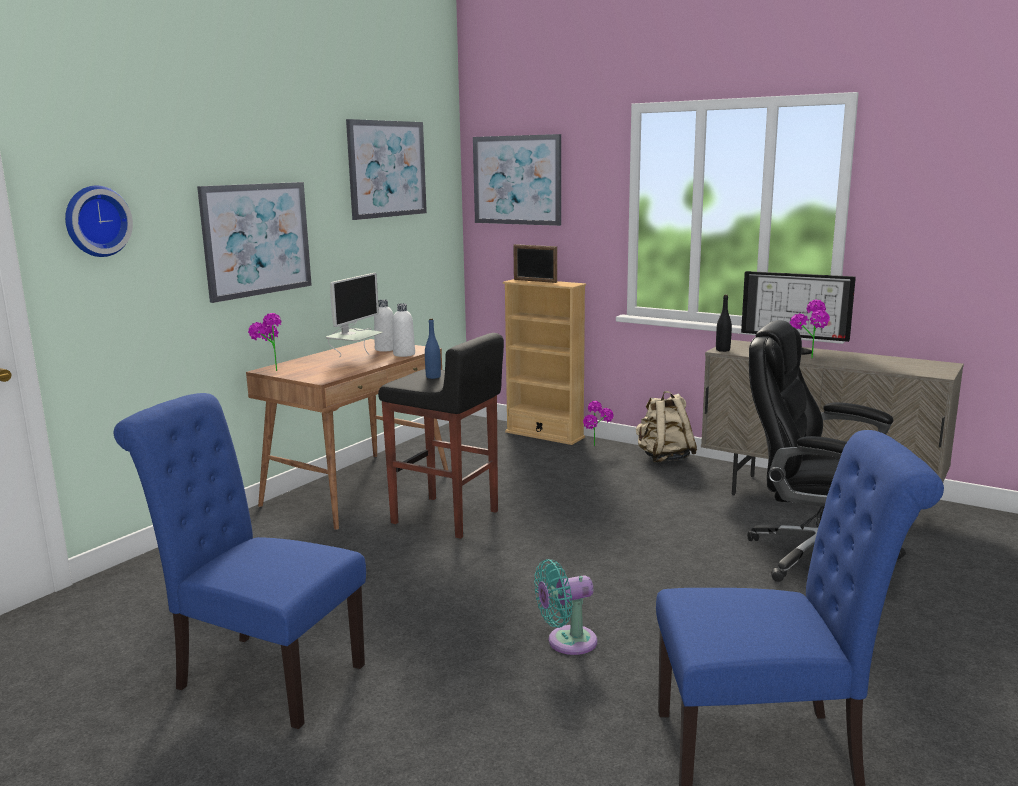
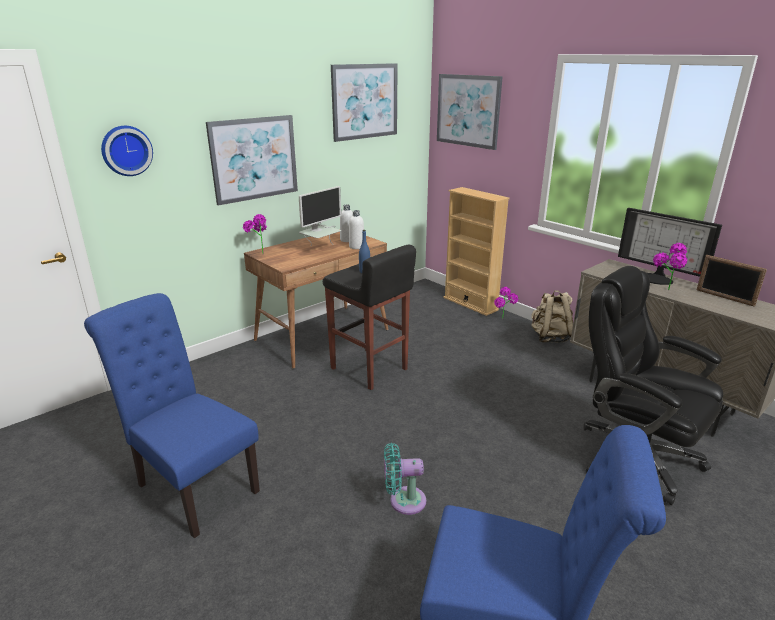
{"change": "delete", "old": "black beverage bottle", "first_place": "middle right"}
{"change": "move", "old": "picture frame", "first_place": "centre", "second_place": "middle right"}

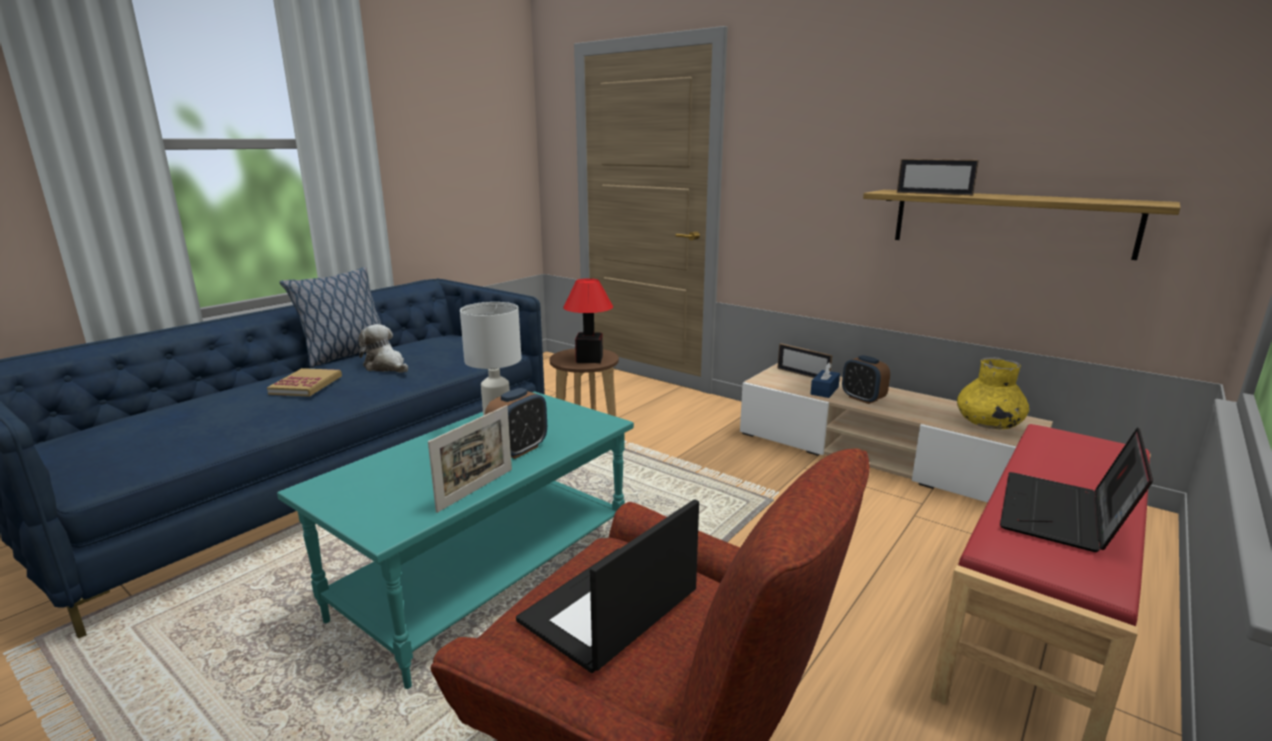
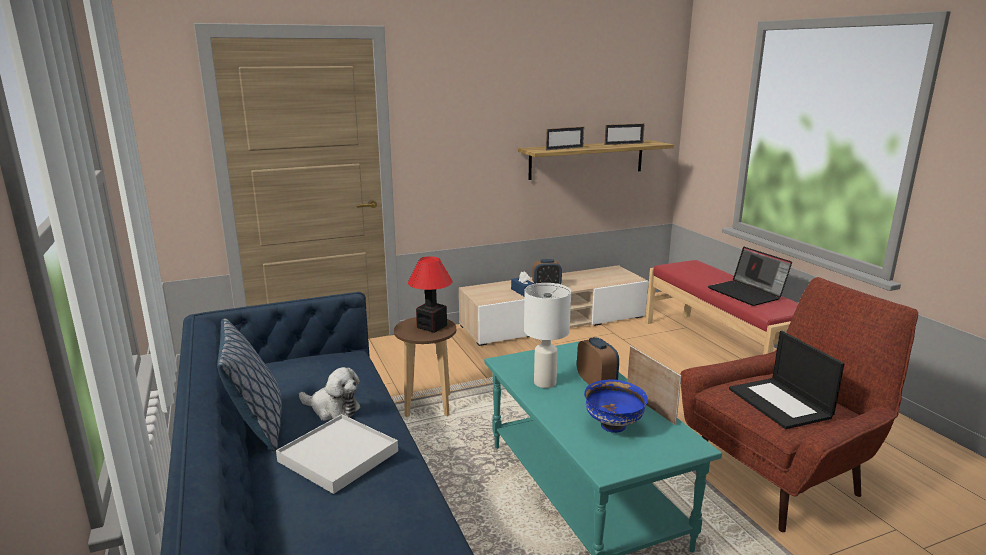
{"change": "delete", "old": "yellow vase", "first_place": "middle right"}
{"change": "insert", "new": "bluish serving bowl", "second_place": "bottom centre"}
{"change": "move", "old": "picture frame (2nd from left)", "first_place": "centre", "second_place": "top centre"}
{"change": "replace", "old": "volume", "new": "whitish carrying tray", "first_place": "middle left", "second_place": "bottom centre"}
{"change": "rotate", "old": "plush toy", "first_place": "middle left", "second_place": "bottom centre", "degrees": -135}

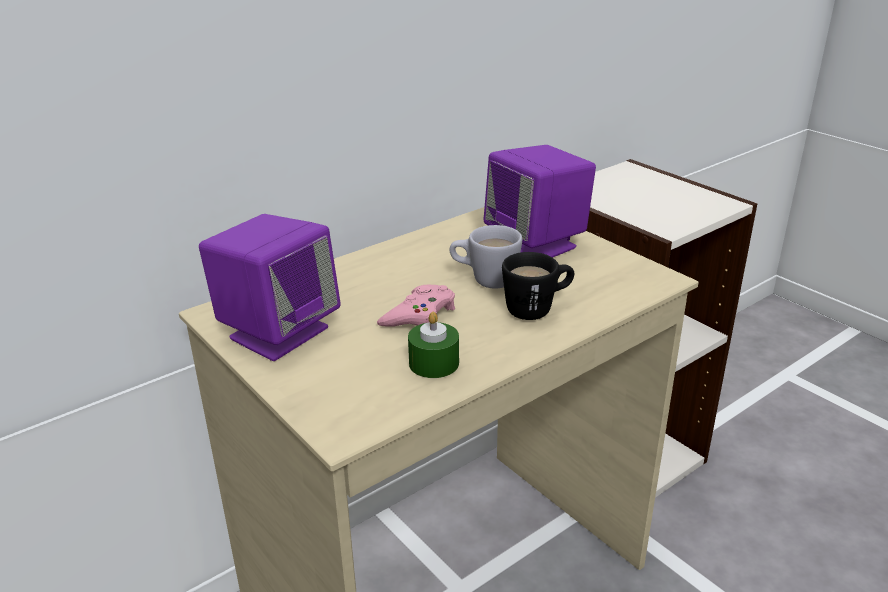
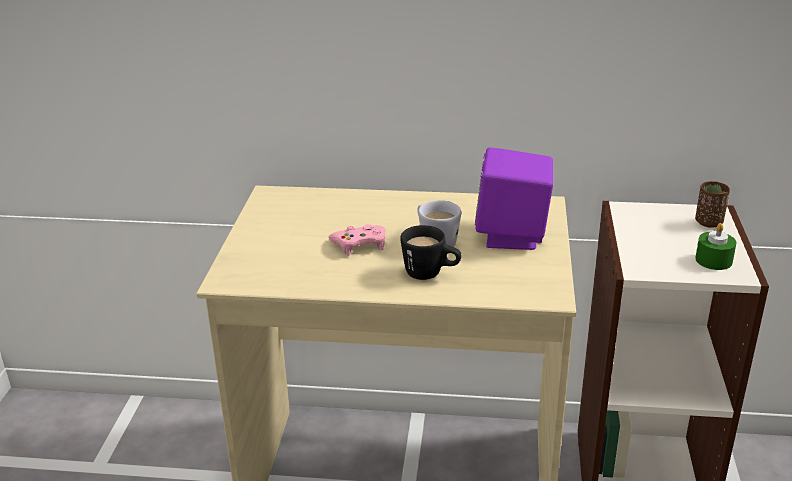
{"change": "delete", "old": "purplish loudspeaker (1st from left)", "first_place": "middle left"}
{"change": "insert", "new": "brown cup", "second_place": "middle right"}
{"change": "move", "old": "green-coloured wax candle", "first_place": "centre", "second_place": "middle right"}

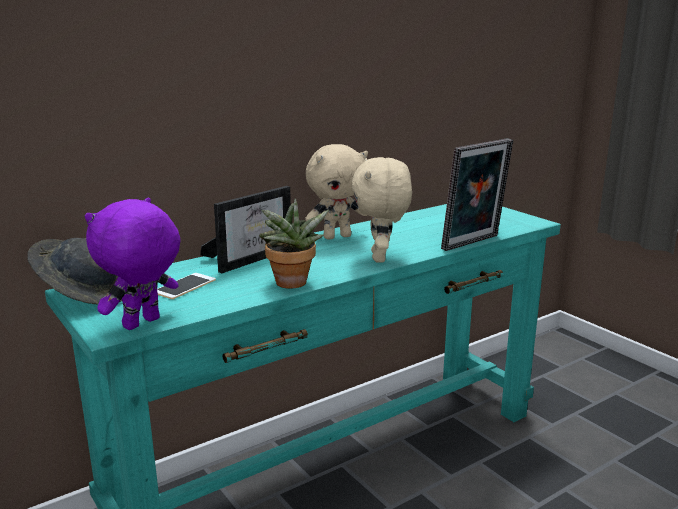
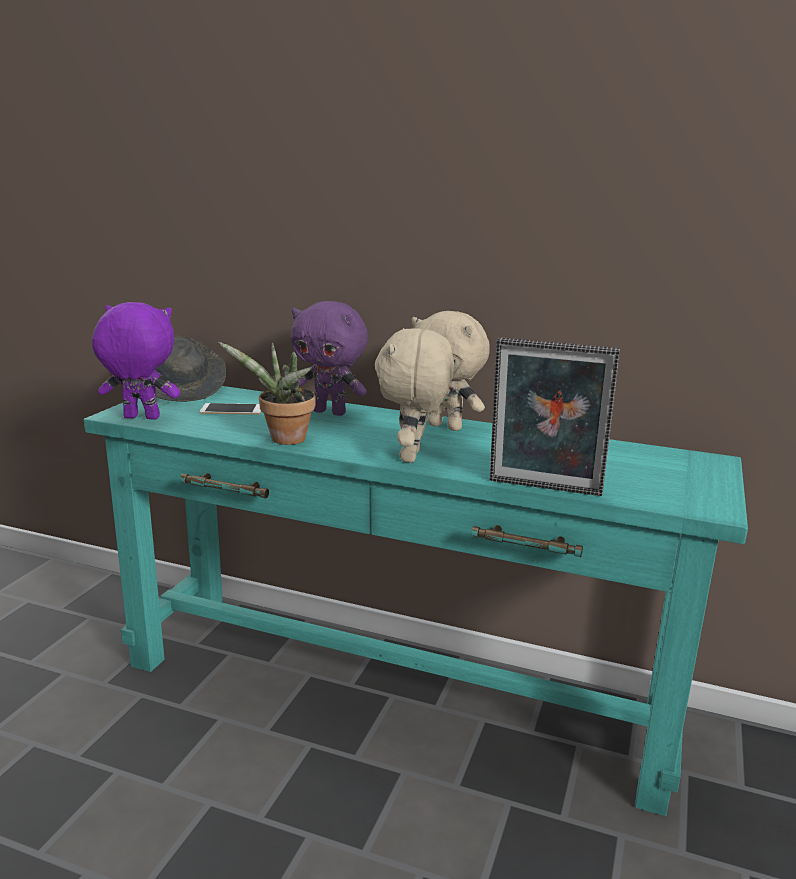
{"change": "replace", "old": "picture frame (1st from left)", "new": "purplish plush toy (2nd from left)", "first_place": "centre", "second_place": "centre"}
{"change": "rotate", "old": "sand-coloured plush toy (2nd from left in the first image)", "first_place": "centre", "second_place": "centre", "degrees": -45}

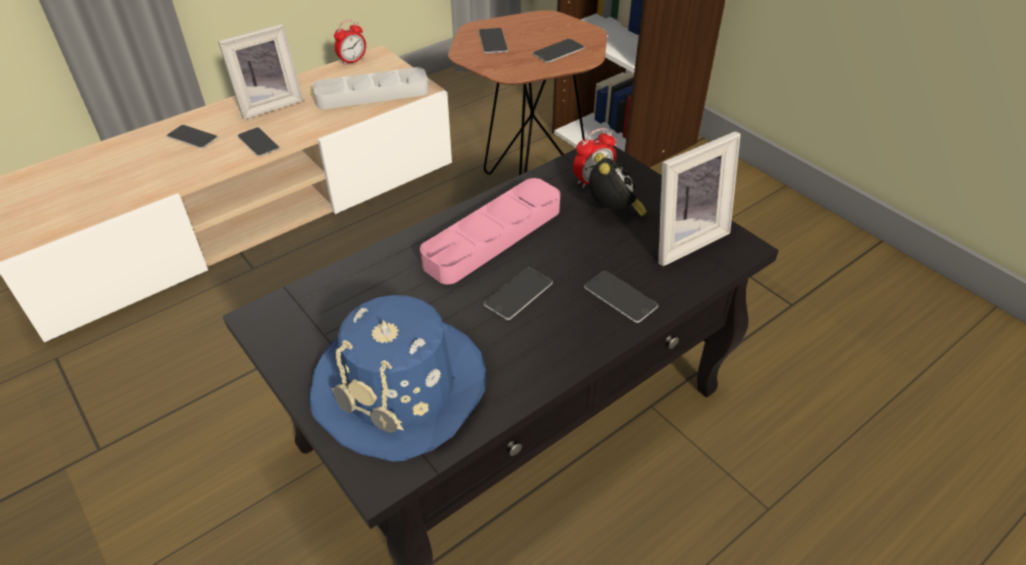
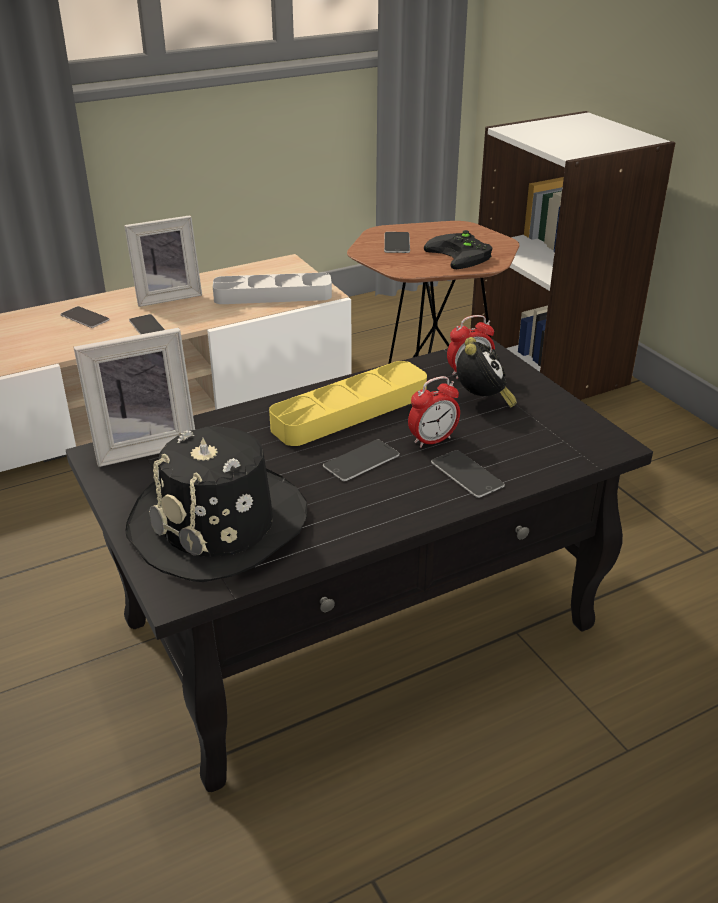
{"change": "move", "old": "table clock (1st from left)", "first_place": "top centre", "second_place": "centre"}
{"change": "move", "old": "picture frame (2nd from left in the first image)", "new": "picture frame (1st from left)", "first_place": "middle right", "second_place": "middle left"}
{"change": "replace", "old": "phone (5th from left)", "new": "black game controller", "first_place": "top centre", "second_place": "top centre"}
{"change": "recolor", "old": "bluish wearable hat", "new": "black wearable hat", "first_place": "bottom centre", "second_place": "middle left"}
{"change": "recolor", "old": "pinkish carrying tray", "new": "yellow carrying tray", "first_place": "centre", "second_place": "centre"}

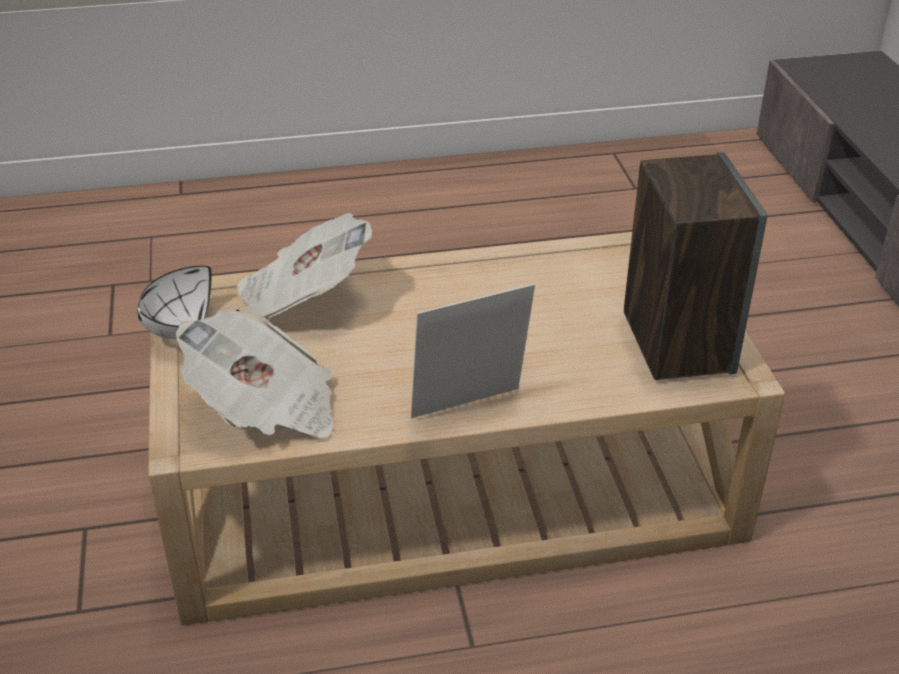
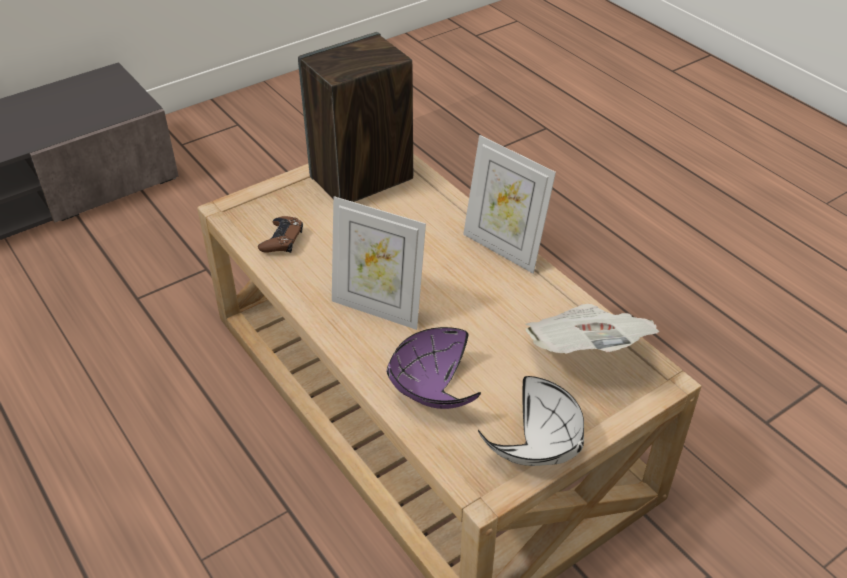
{"change": "insert", "new": "brown game controller", "second_place": "middle left"}
{"change": "insert", "new": "picture frame (1st from left)", "second_place": "centre"}
{"change": "replace", "old": "newspaper (2nd from left)", "new": "purplish serving bowl", "first_place": "centre", "second_place": "centre"}

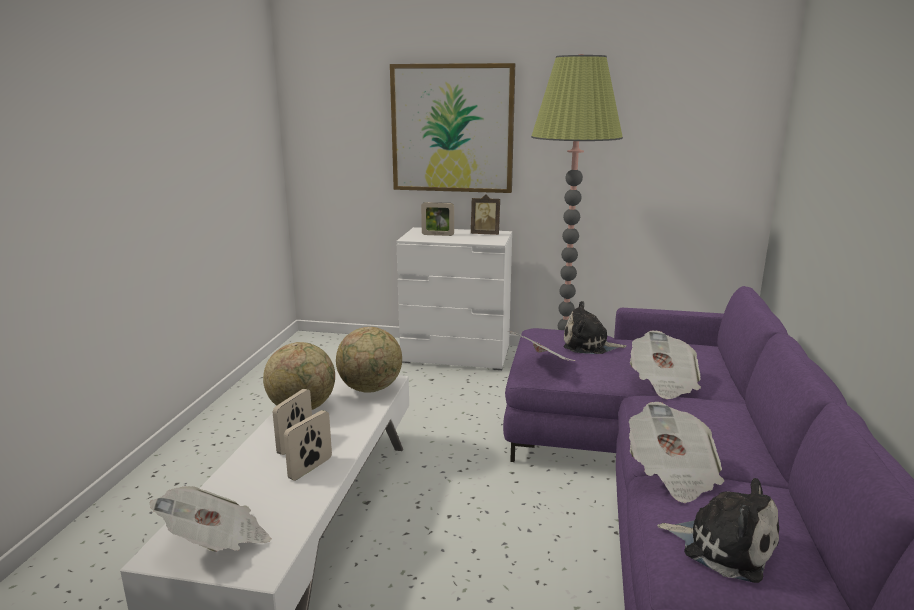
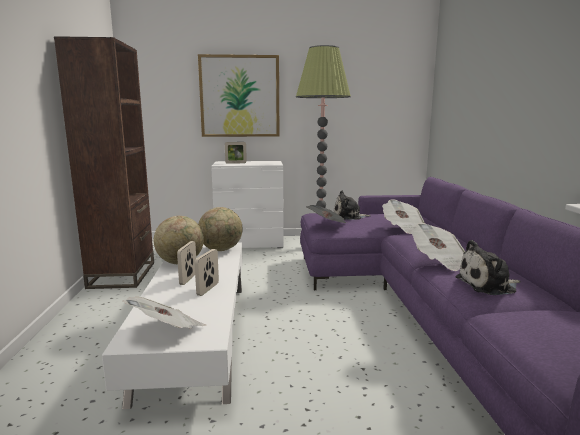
{"change": "delete", "old": "picture frame (4th from left)", "first_place": "centre"}
{"change": "insert", "new": "brown bookcase", "second_place": "middle left"}
{"change": "rotate", "old": "plush toy (2nd from left)", "first_place": "bottom right", "second_place": "middle right", "degrees": 150}

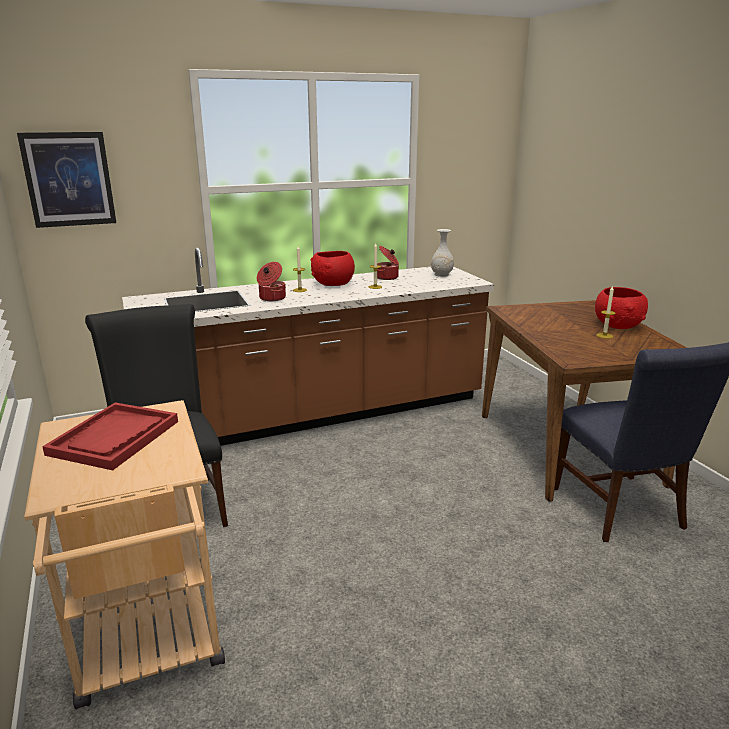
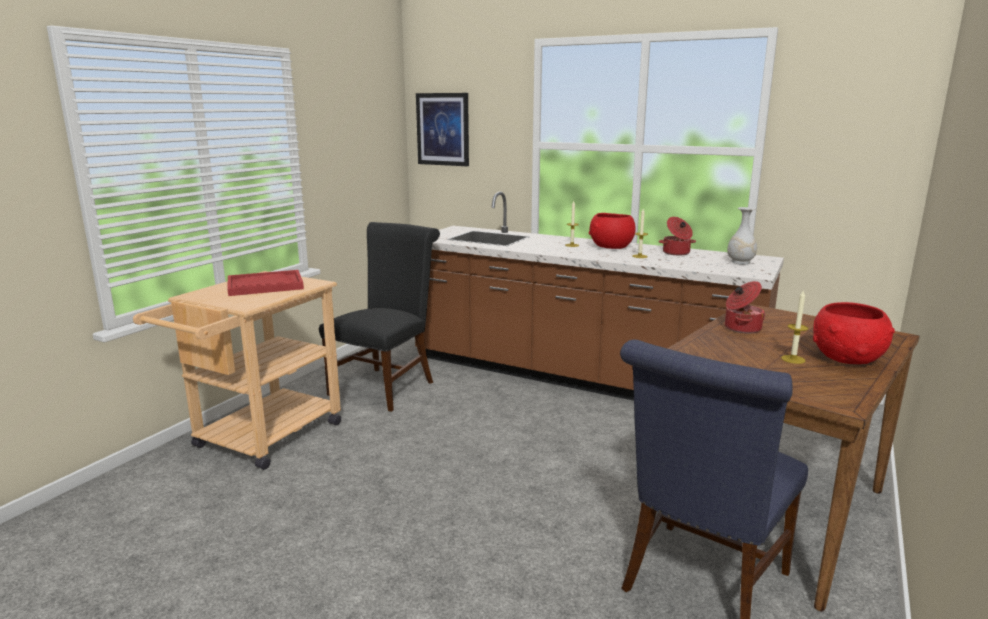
{"change": "move", "old": "cooking pot (1st from left in the first image)", "new": "cooking pot (2nd from left)", "first_place": "centre", "second_place": "middle right"}

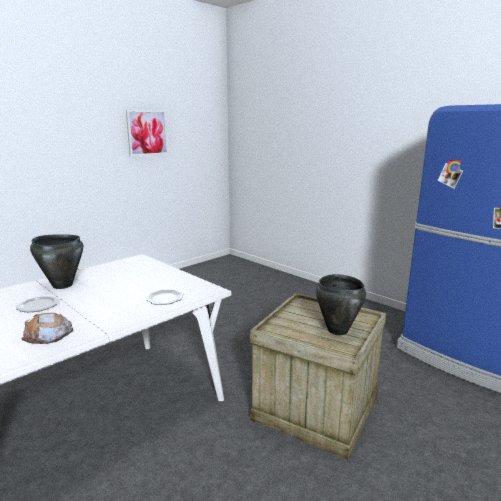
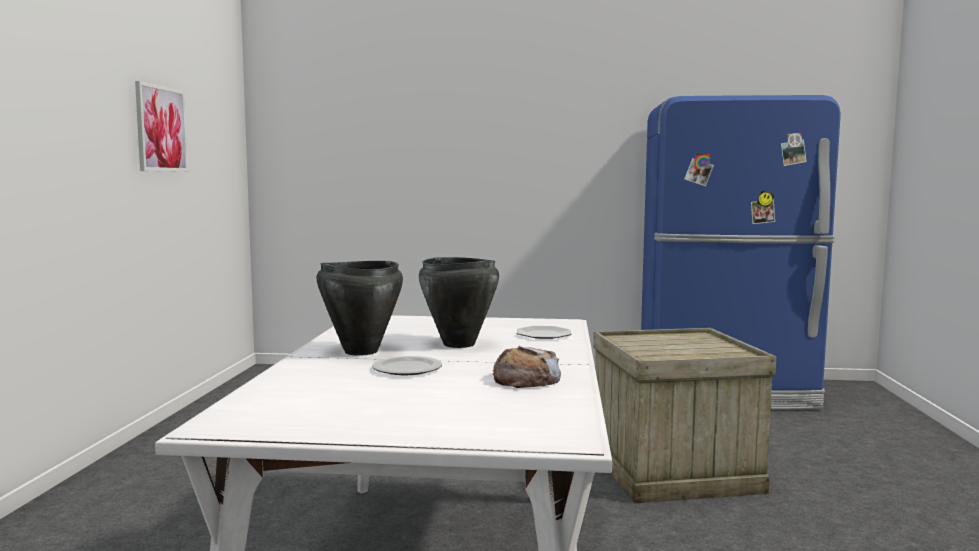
{"change": "move", "old": "black cooking pot (2nd from left)", "first_place": "middle right", "second_place": "centre"}

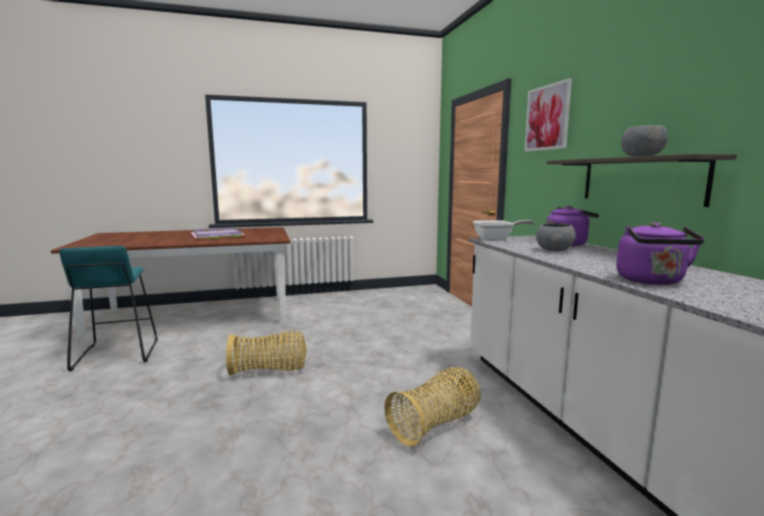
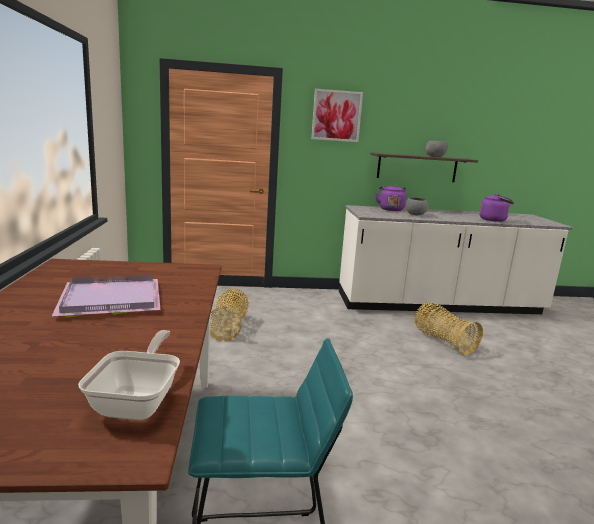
{"change": "move", "old": "basket (1st from left)", "first_place": "bottom centre", "second_place": "centre"}
{"change": "move", "old": "frying pan", "first_place": "centre", "second_place": "bottom left"}

